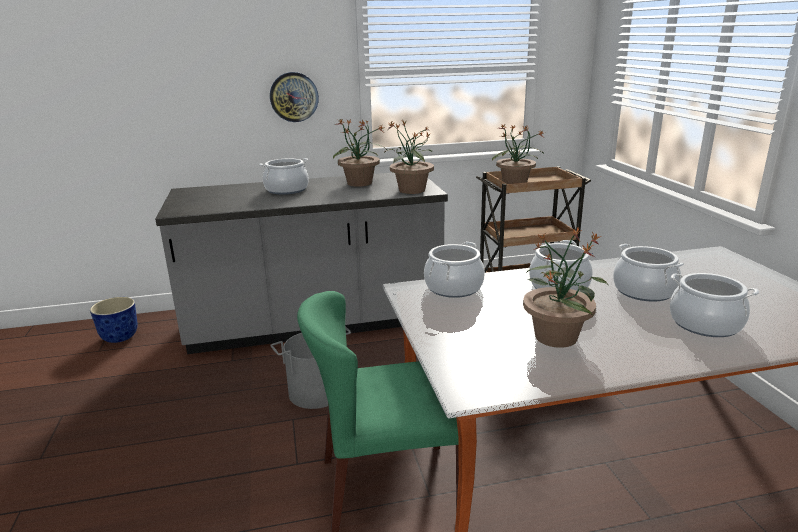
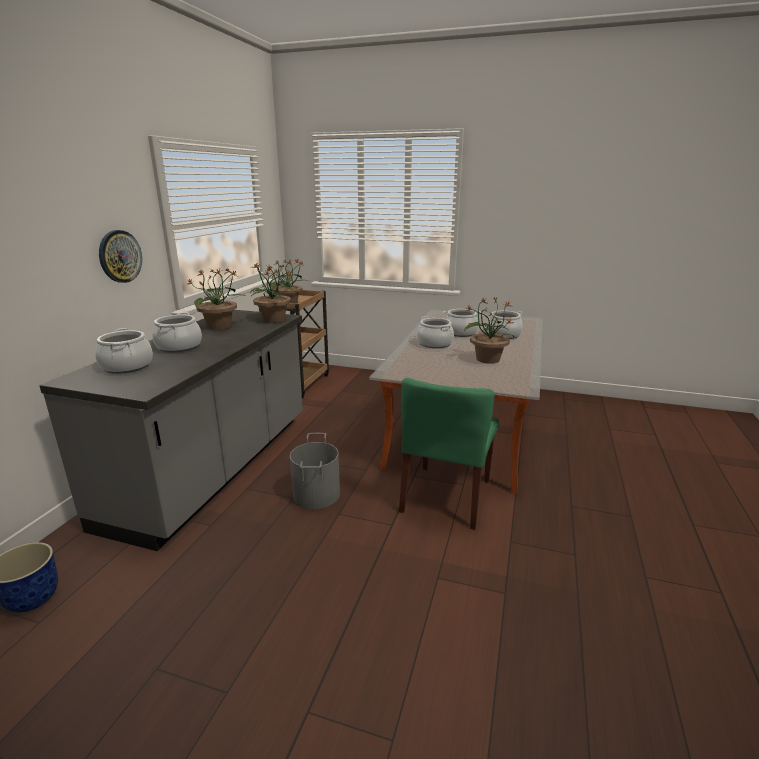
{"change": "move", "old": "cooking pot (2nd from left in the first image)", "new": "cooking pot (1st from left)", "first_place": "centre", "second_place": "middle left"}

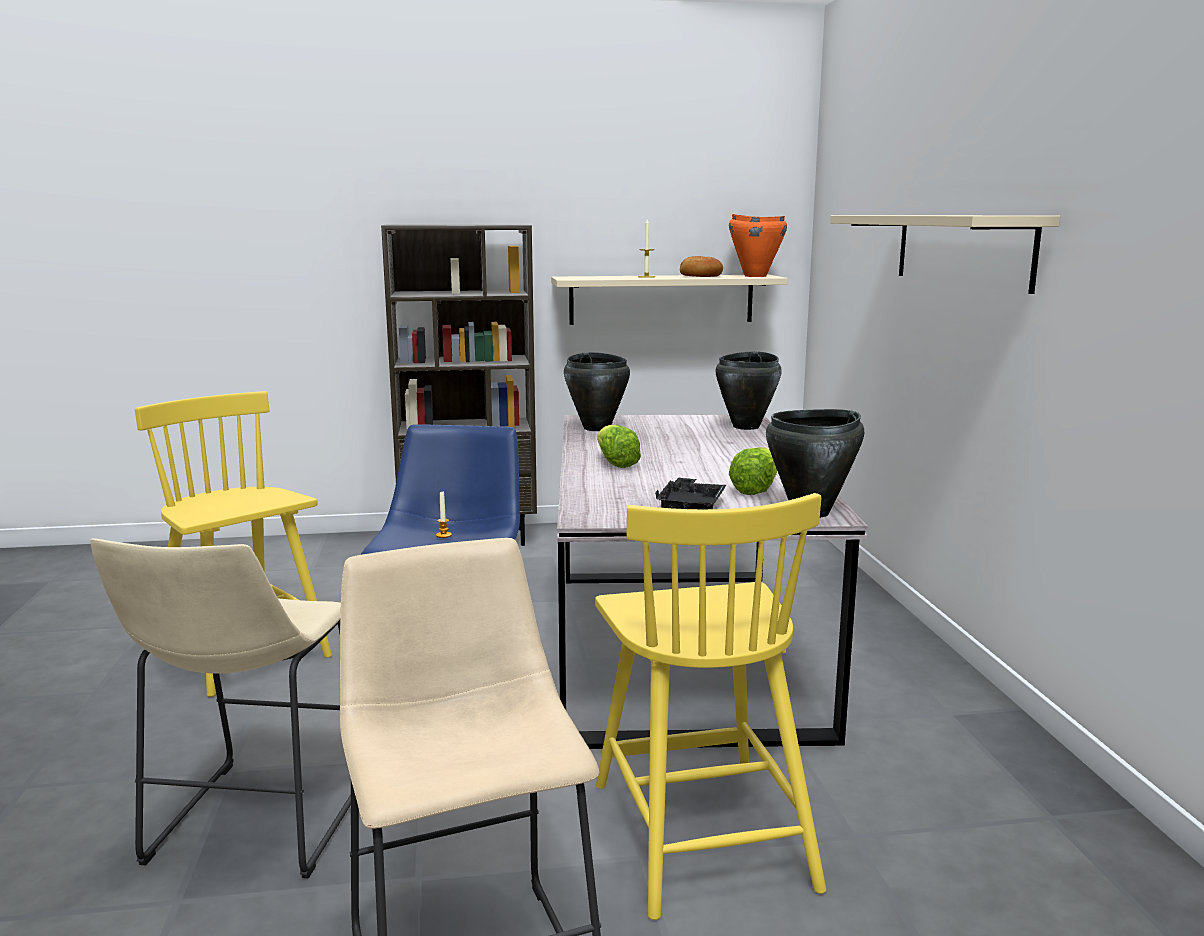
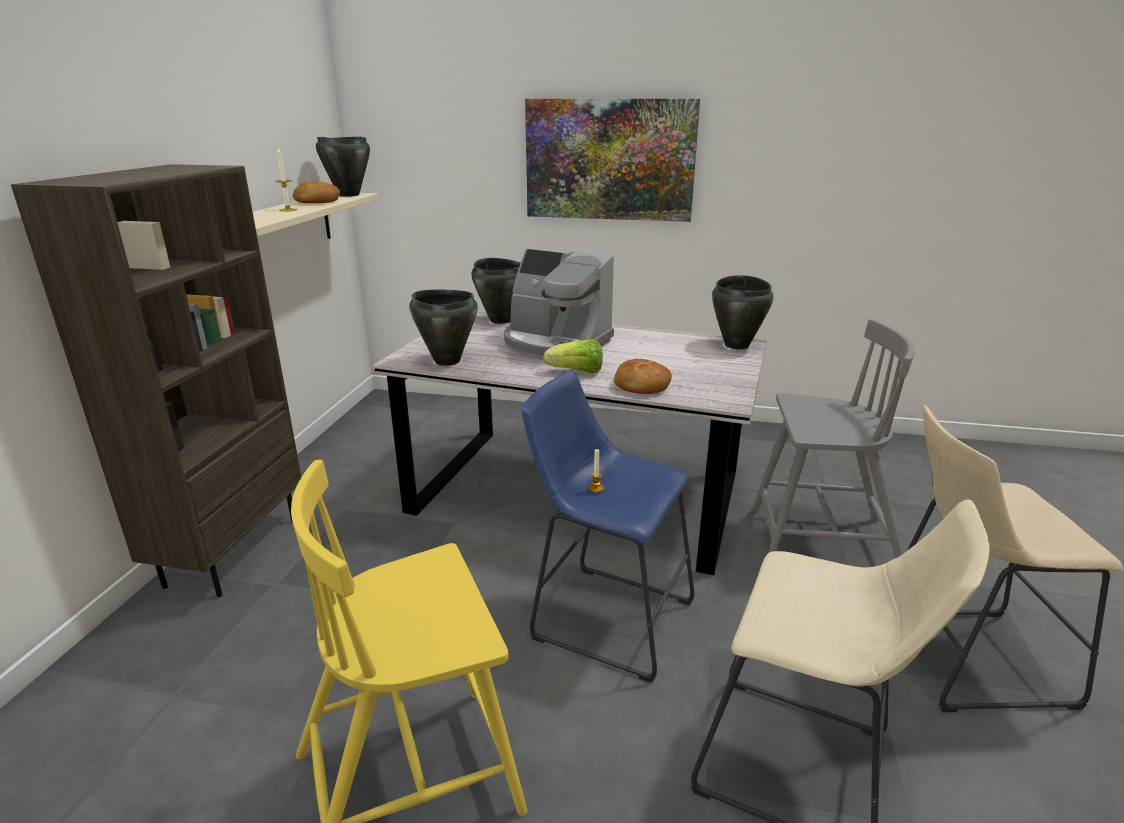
{"change": "delete", "old": "black carrying tray", "first_place": "centre"}
{"change": "delete", "old": "lettuce head (2nd from left)", "first_place": "centre"}
{"change": "insert", "new": "coffee maker", "second_place": "centre"}
{"change": "insert", "new": "bakery bread (2nd from left)", "second_place": "centre"}
{"change": "replace", "old": "sand-coloured wall shelf (2nd from left)", "new": "wall picture", "first_place": "top right", "second_place": "top centre"}
{"change": "recolor", "old": "yellow plain chair (2nd from left)", "new": "greyish plain chair", "first_place": "bottom centre", "second_place": "middle right"}
{"change": "recolor", "old": "orange cooking pot", "new": "black cooking pot (1st from left)", "first_place": "top centre", "second_place": "top left"}

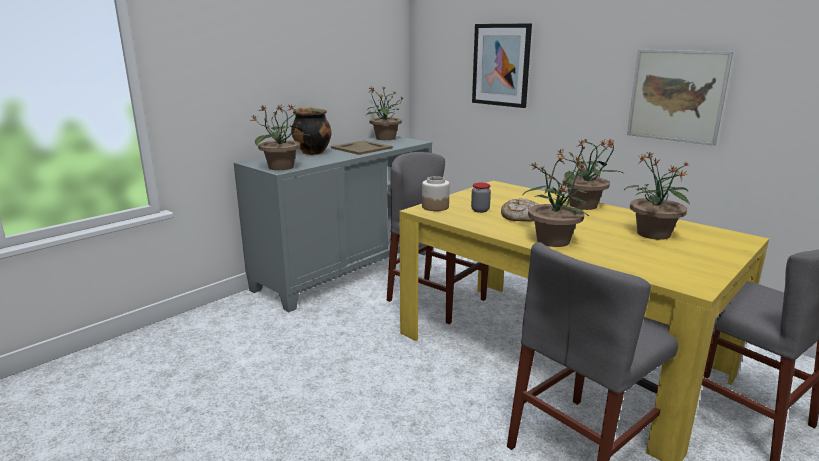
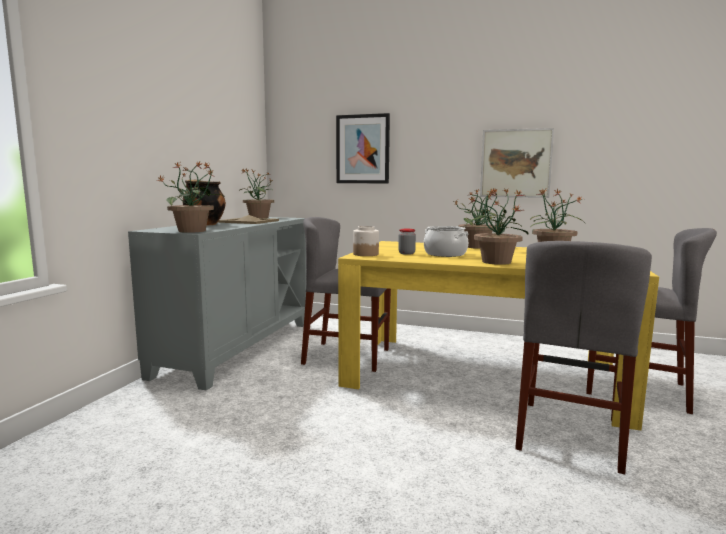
{"change": "replace", "old": "bakery bread", "new": "cooking pot (2nd from left)", "first_place": "centre", "second_place": "centre"}

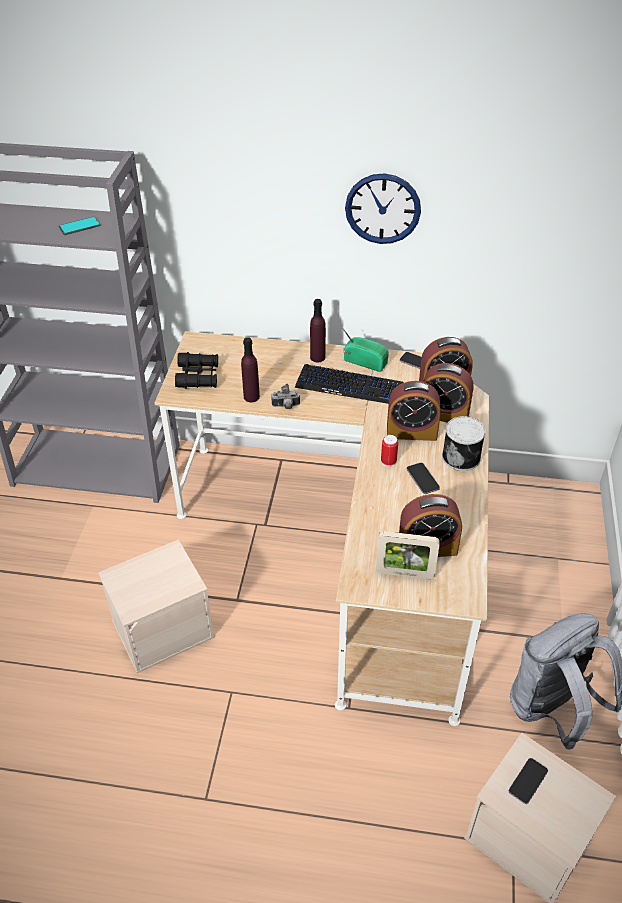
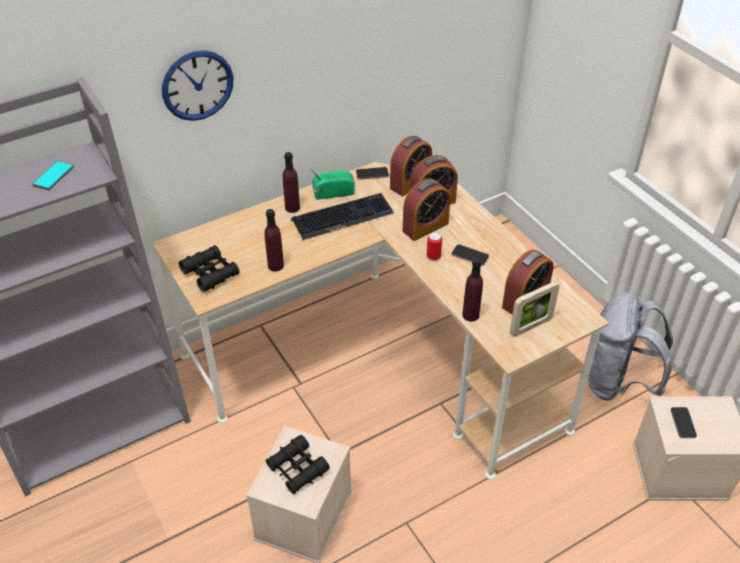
{"change": "delete", "old": "photo camera", "first_place": "centre"}
{"change": "delete", "old": "can (2nd from left)", "first_place": "middle right"}
{"change": "insert", "new": "black binoculars (2nd from left)", "second_place": "bottom centre"}
{"change": "insert", "new": "purplish beverage bottle (3rd from left)", "second_place": "centre"}
{"change": "move", "old": "clock on the wall", "first_place": "top centre", "second_place": "top left"}

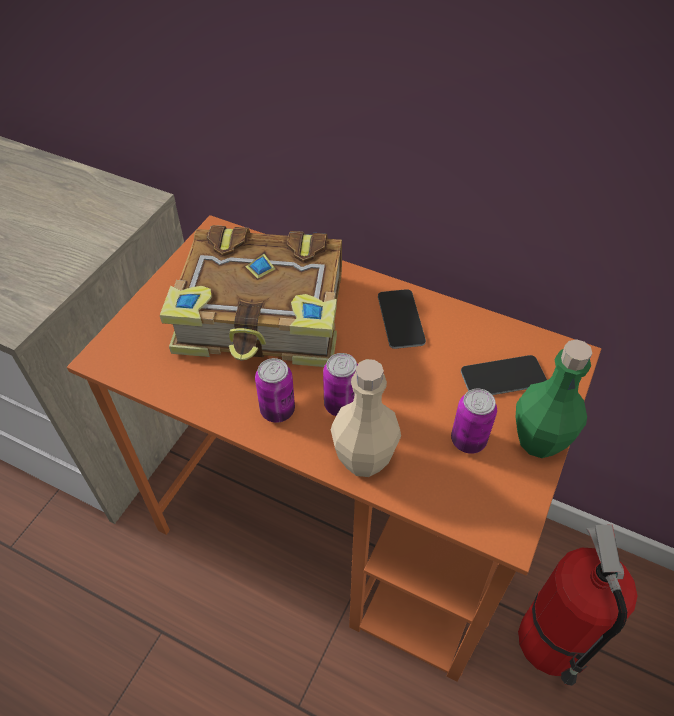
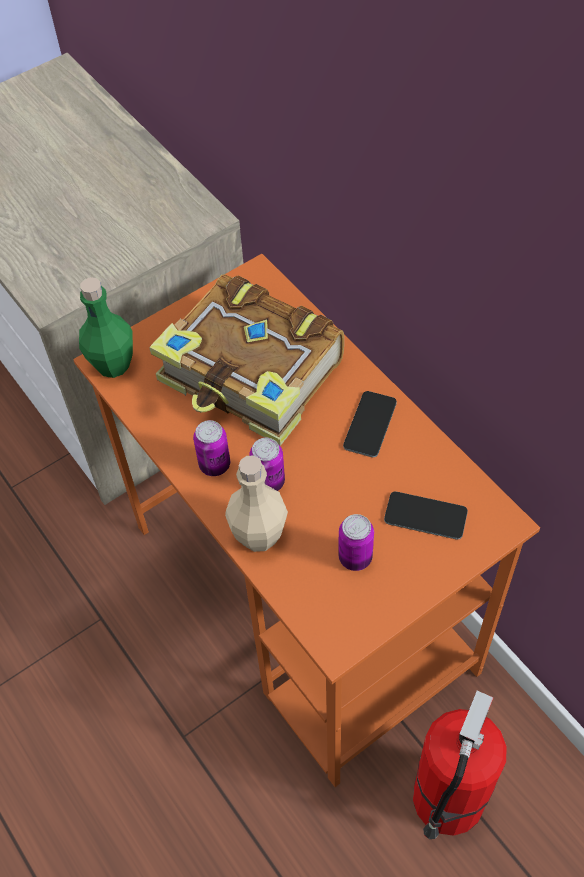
{"change": "move", "old": "green-coloured beverage bottle", "first_place": "middle right", "second_place": "middle left"}

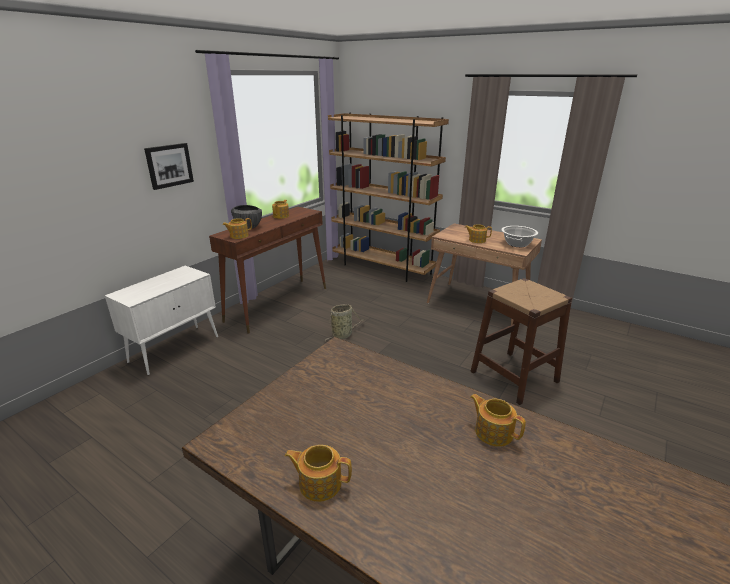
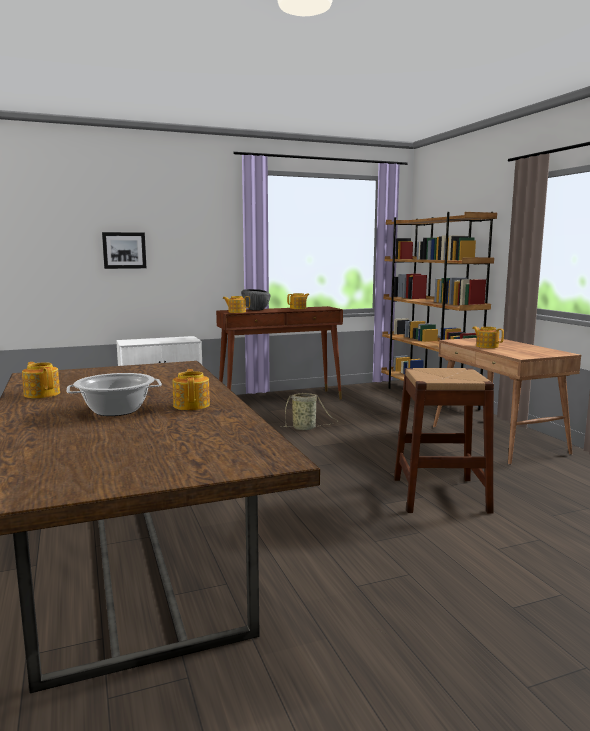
{"change": "move", "old": "wall picture", "first_place": "top left", "second_place": "middle left"}
{"change": "move", "old": "cooking pot", "first_place": "middle right", "second_place": "middle left"}

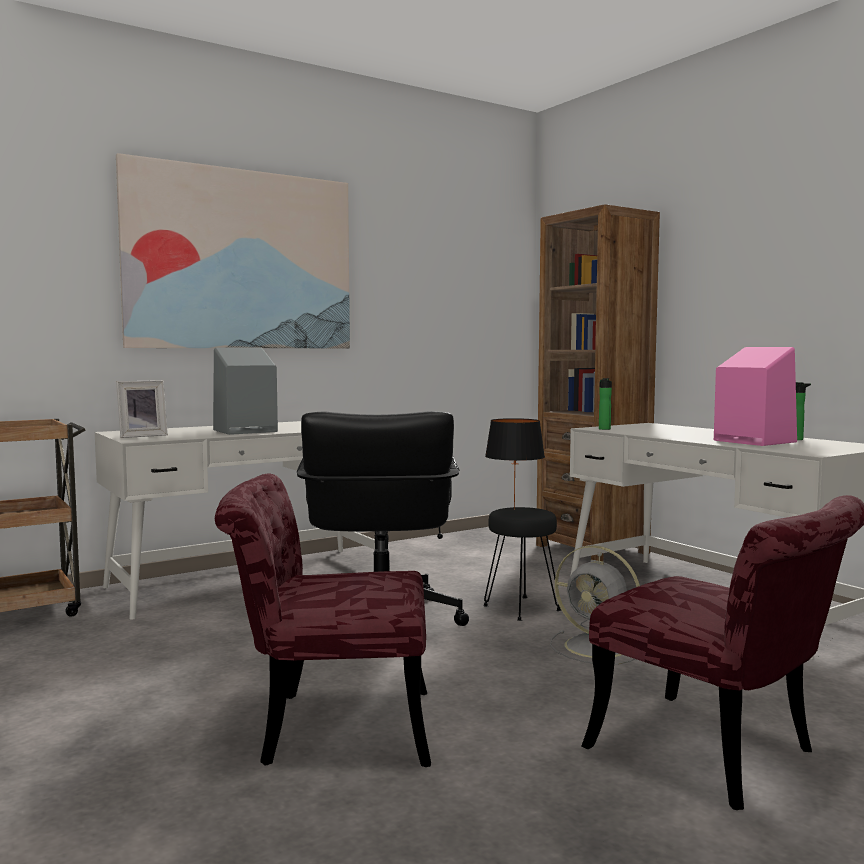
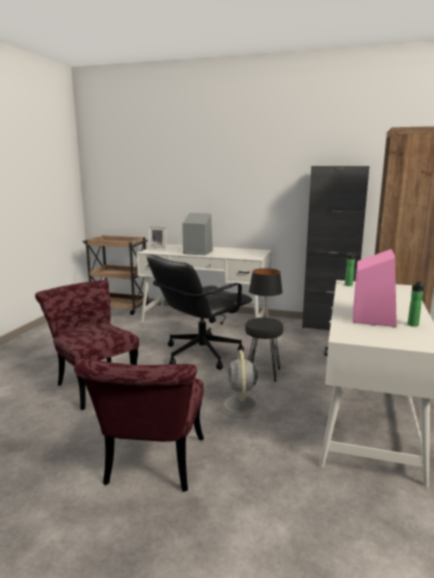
{"change": "delete", "old": "wall picture", "first_place": "top left"}
{"change": "insert", "new": "black storage cabinet", "second_place": "middle right"}

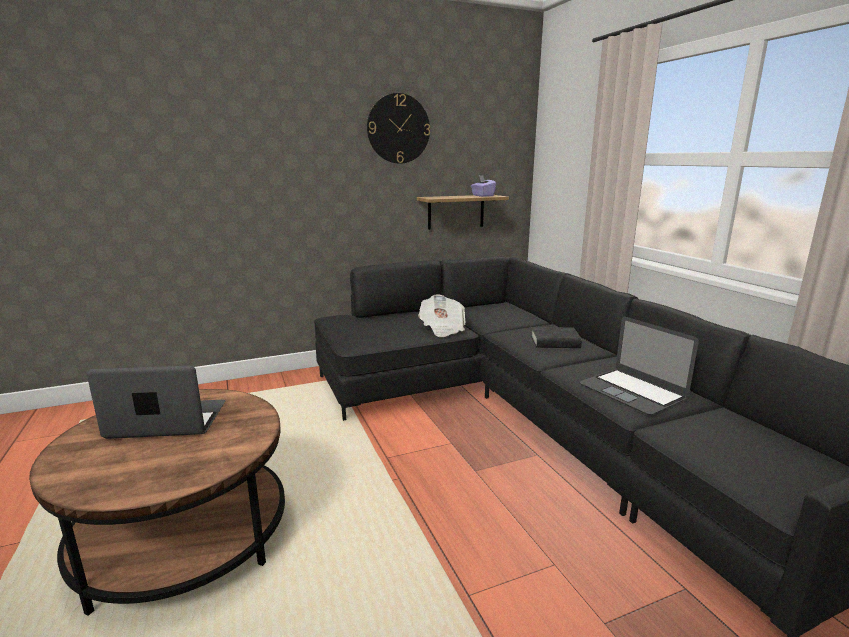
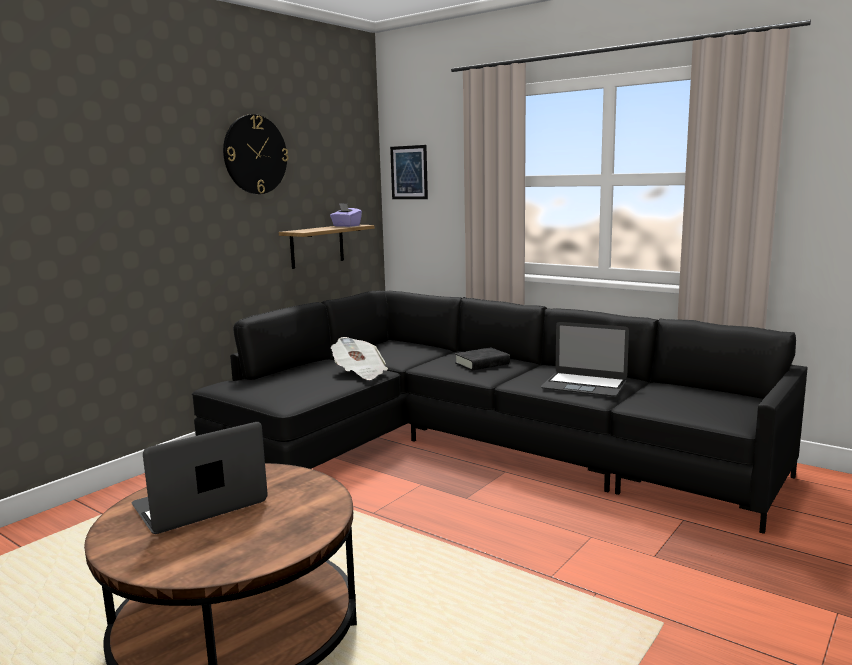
{"change": "insert", "new": "wall picture", "second_place": "top centre"}

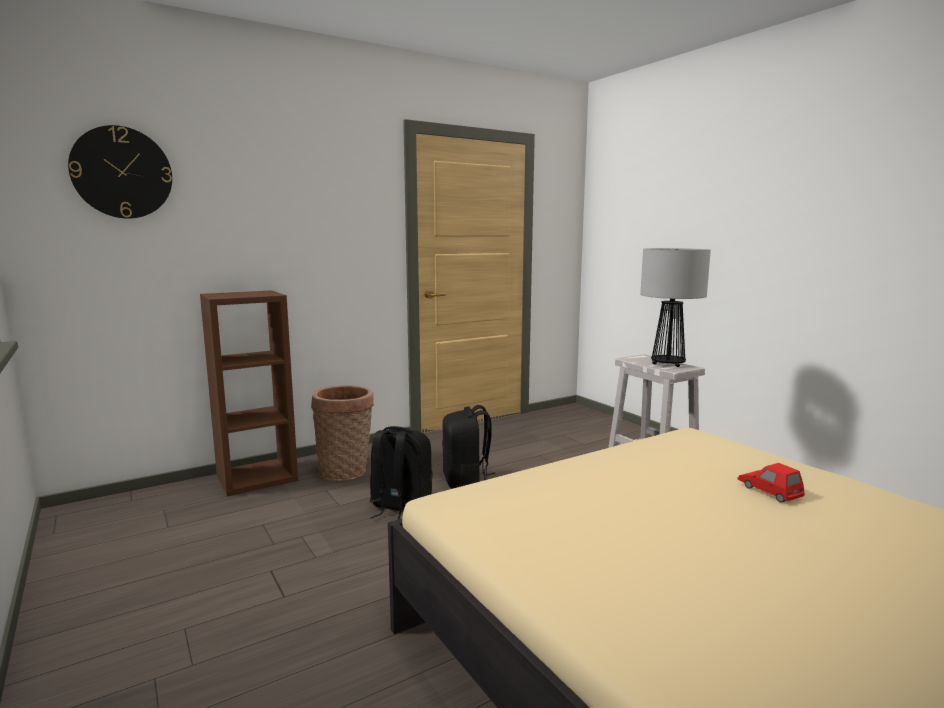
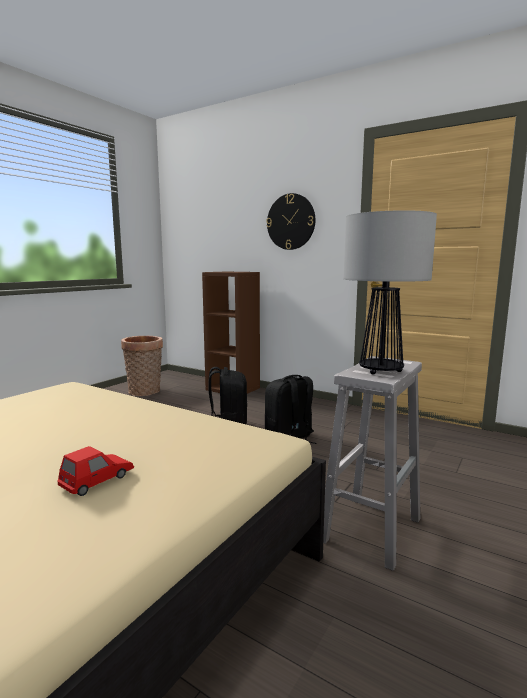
{"change": "move", "old": "clock on the wall", "first_place": "top left", "second_place": "top centre"}
{"change": "move", "old": "basket", "first_place": "centre", "second_place": "middle left"}

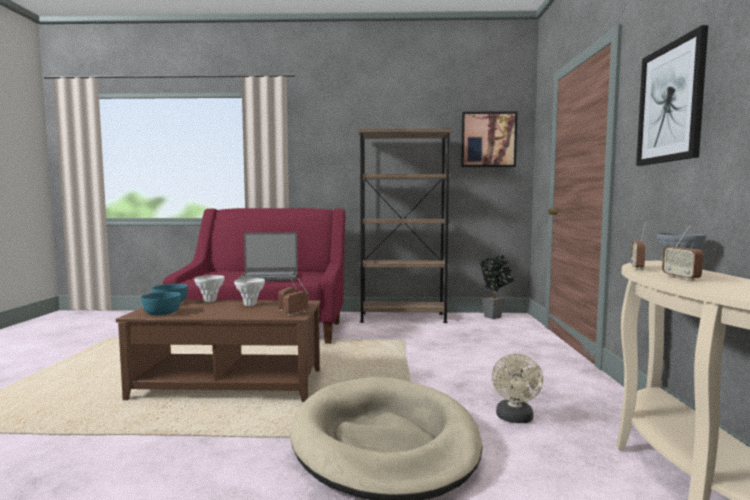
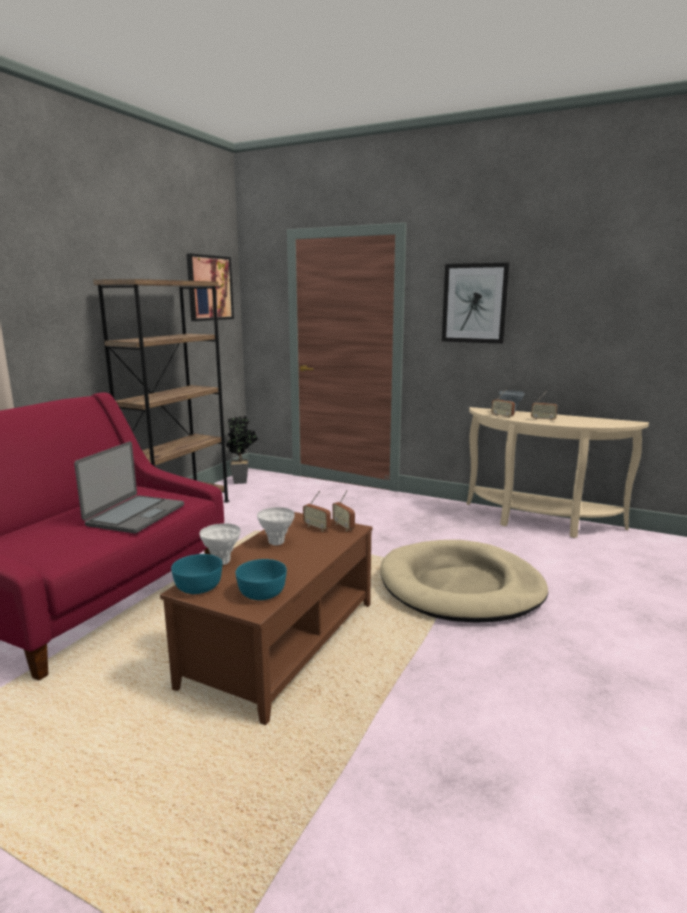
{"change": "delete", "old": "sand-coloured electric fan", "first_place": "bottom right"}

